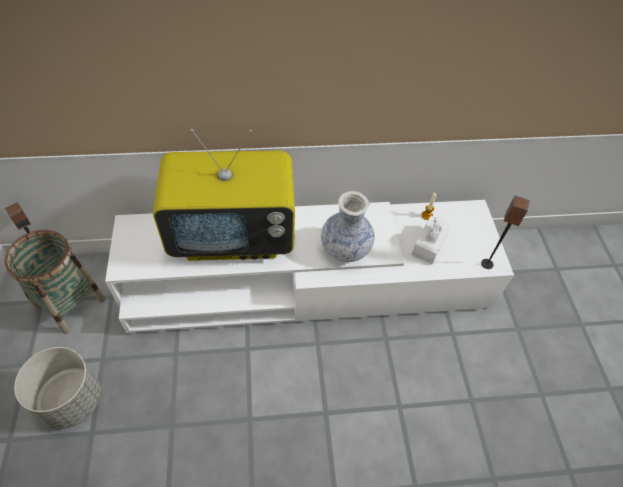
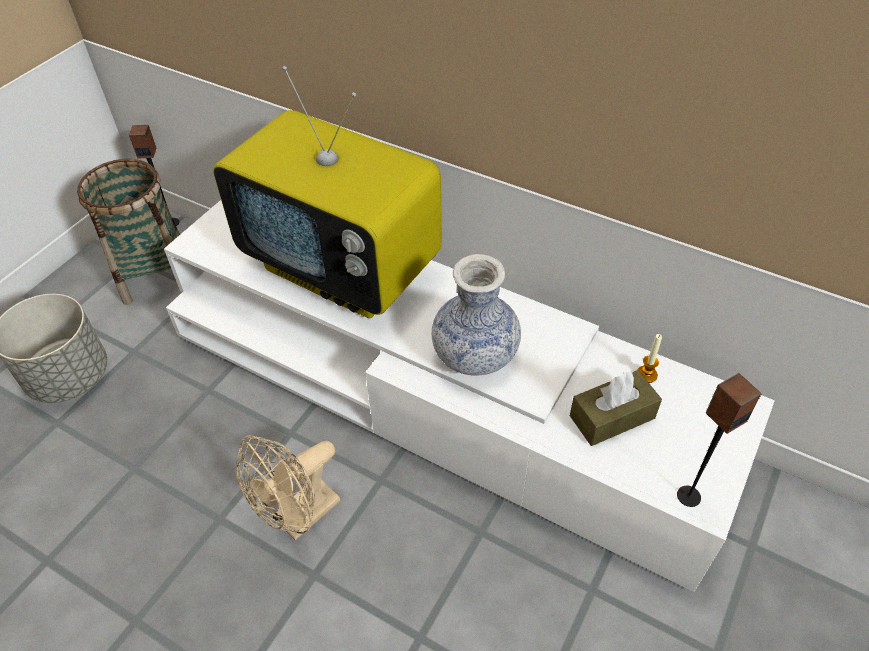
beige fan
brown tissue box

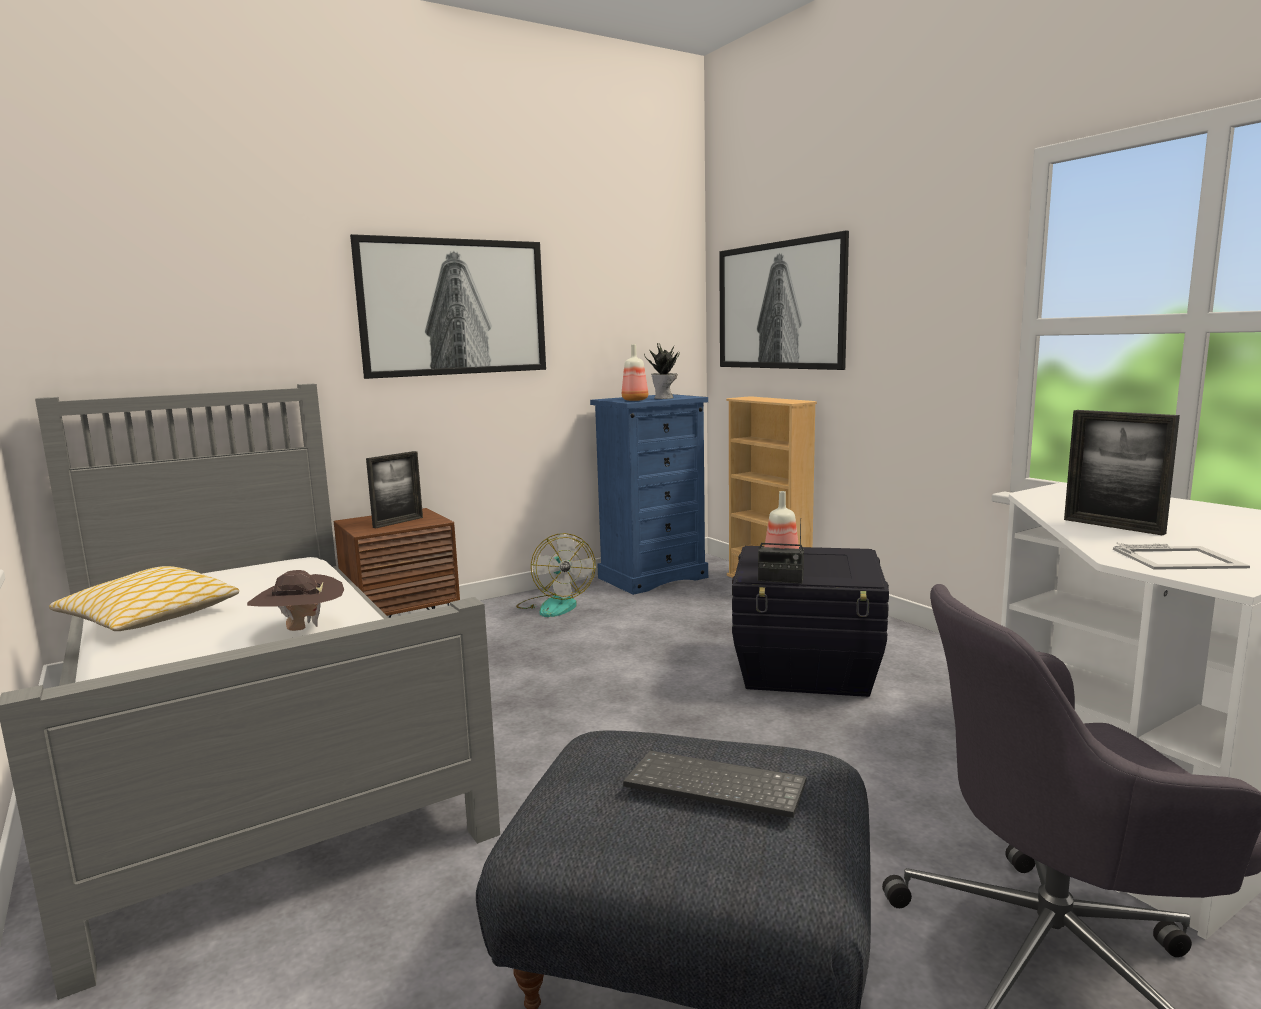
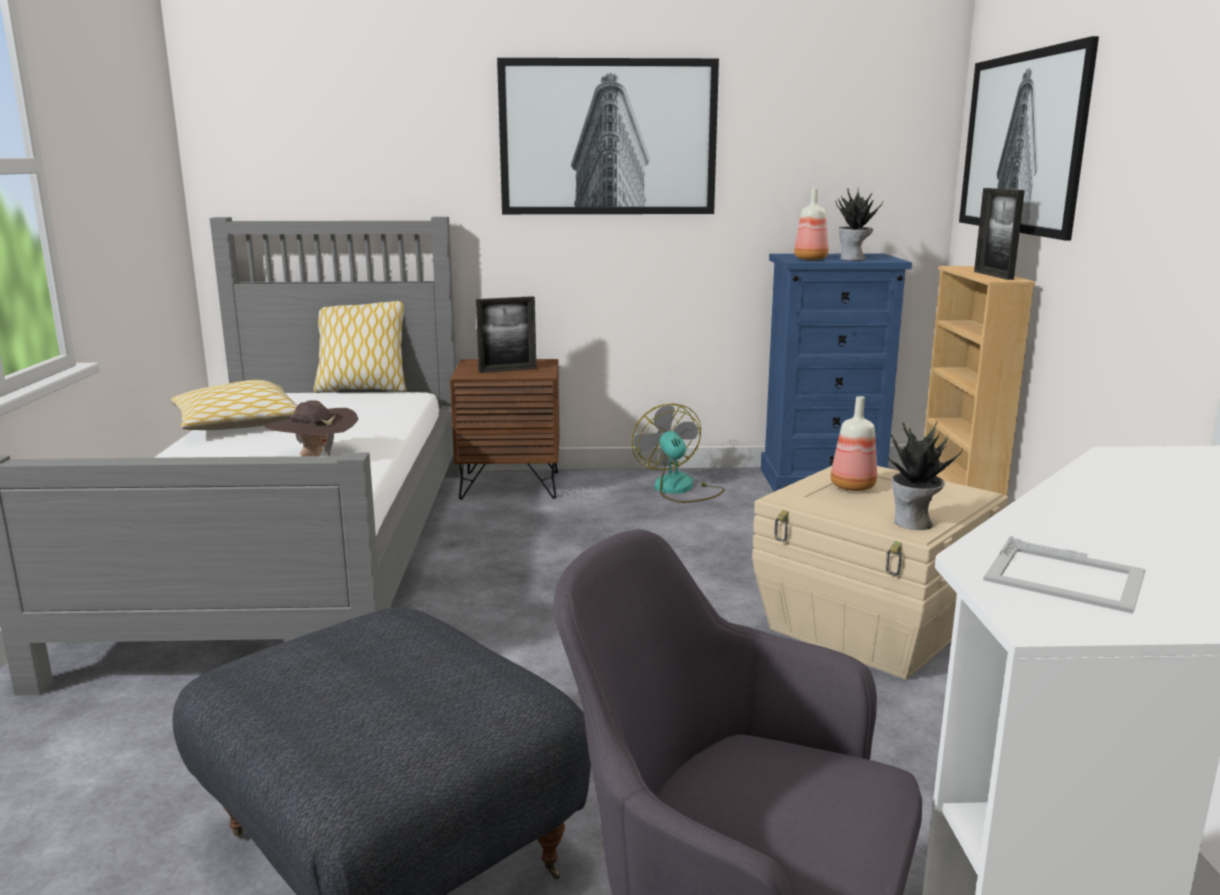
keyboard
radio
pillow (no. 2 from left)
potted plant (no. 2 from left)
picture frame (no. 2 from left)
beige storage box
fan

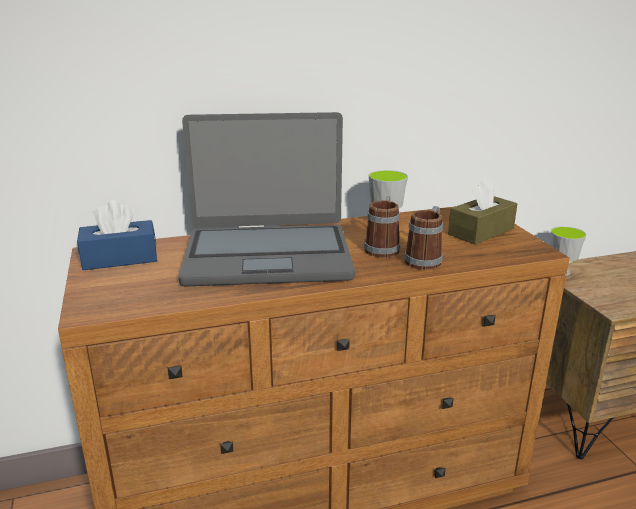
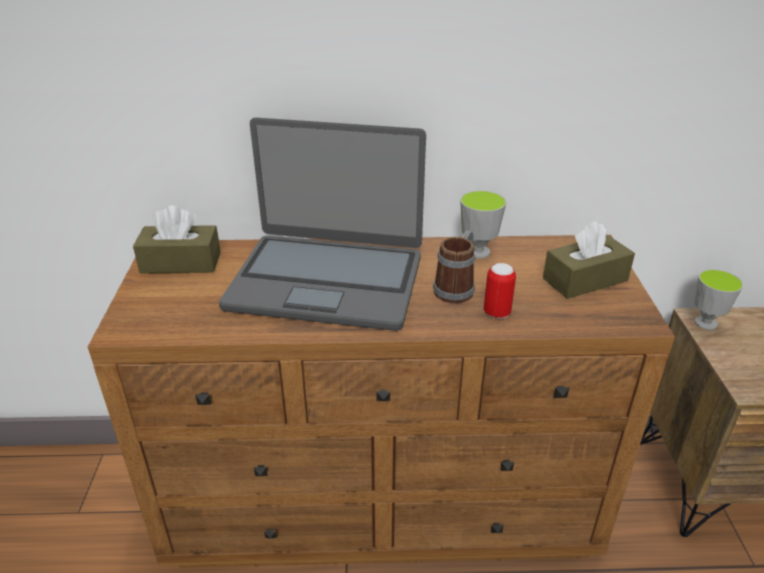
can
brown tissue box (no. 1 from left)

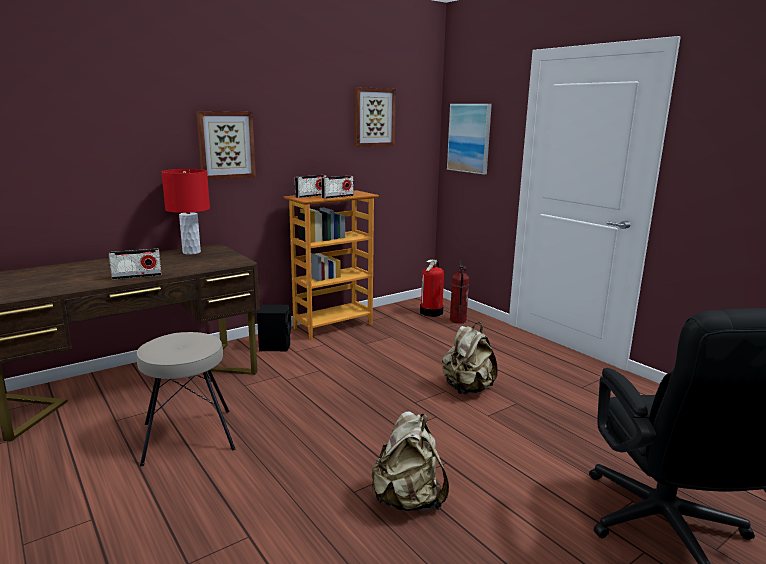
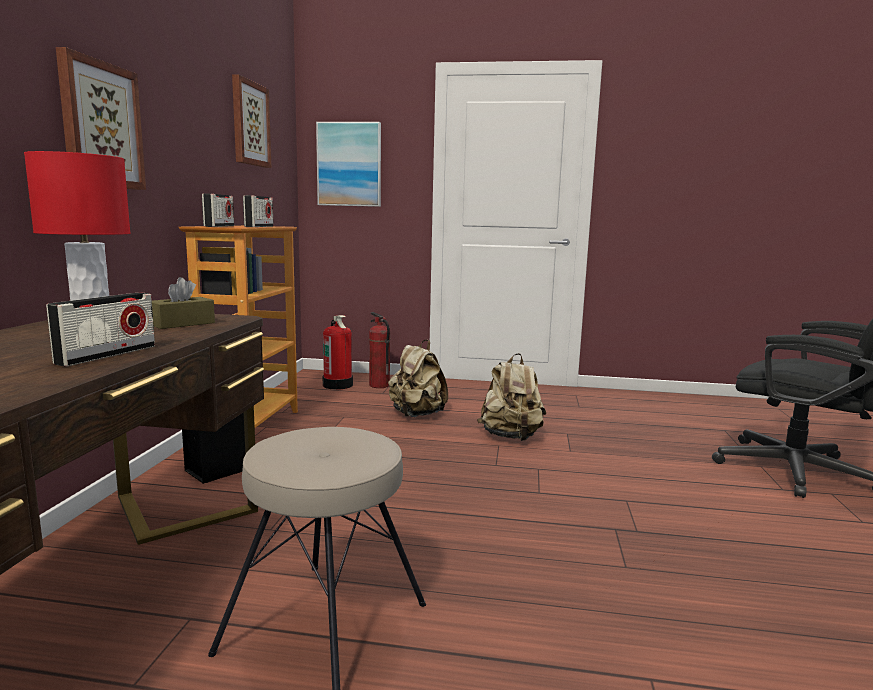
brown tissue box
beige backpack (no. 1 from left)

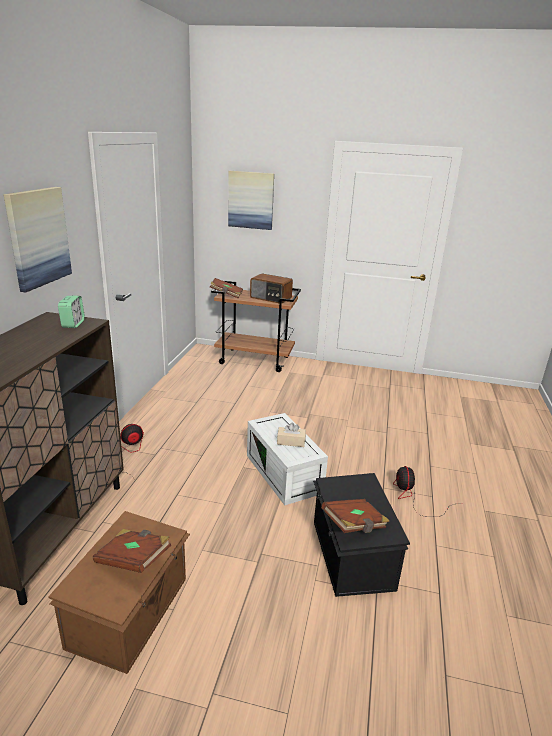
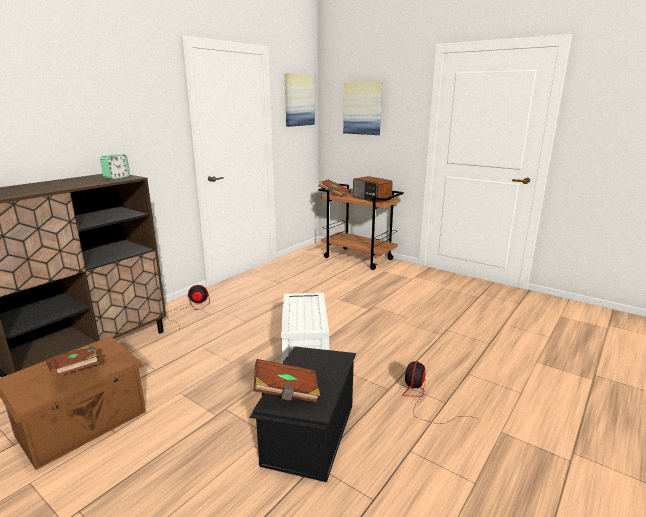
beige tissue box
picture (no. 1 from left)

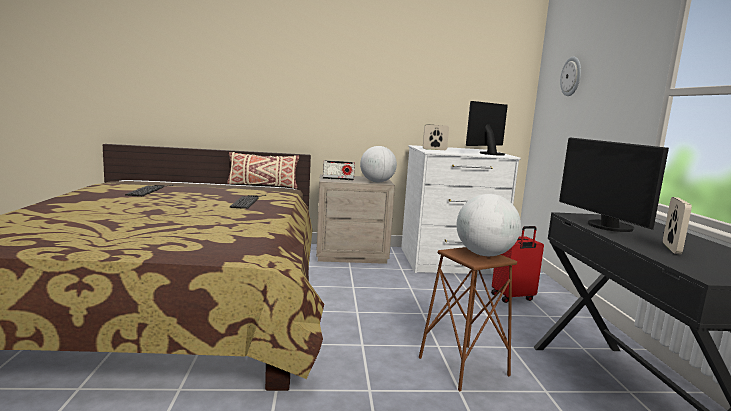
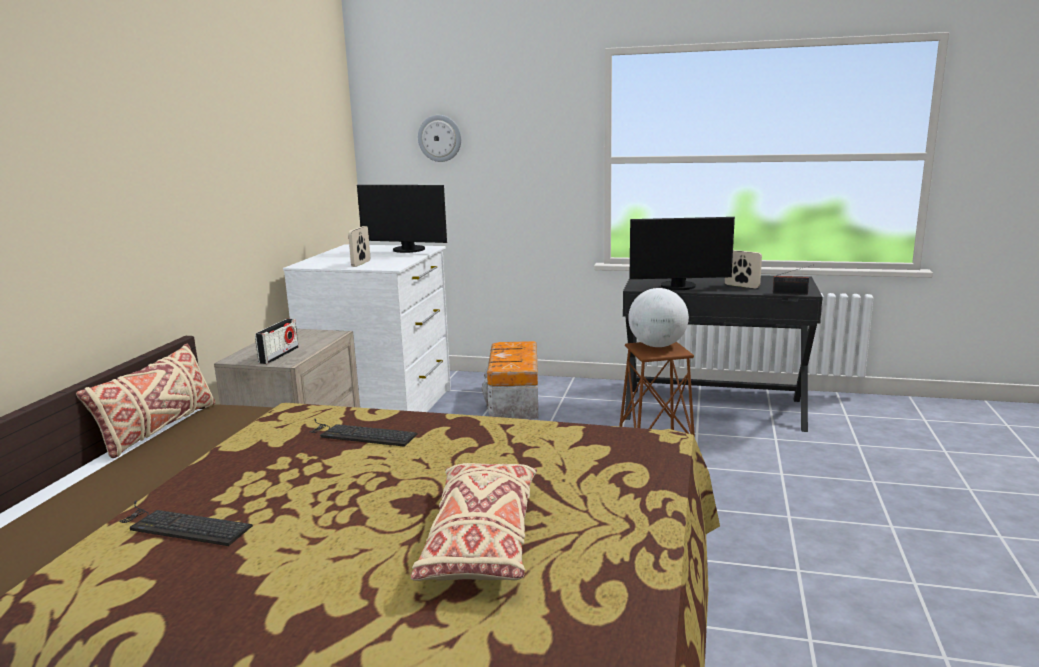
globe (no. 1 from left in the first image)
beige pillow (no. 2 from left)
radio (no. 2 from left)
storage box
monitor (no. 1 from left)

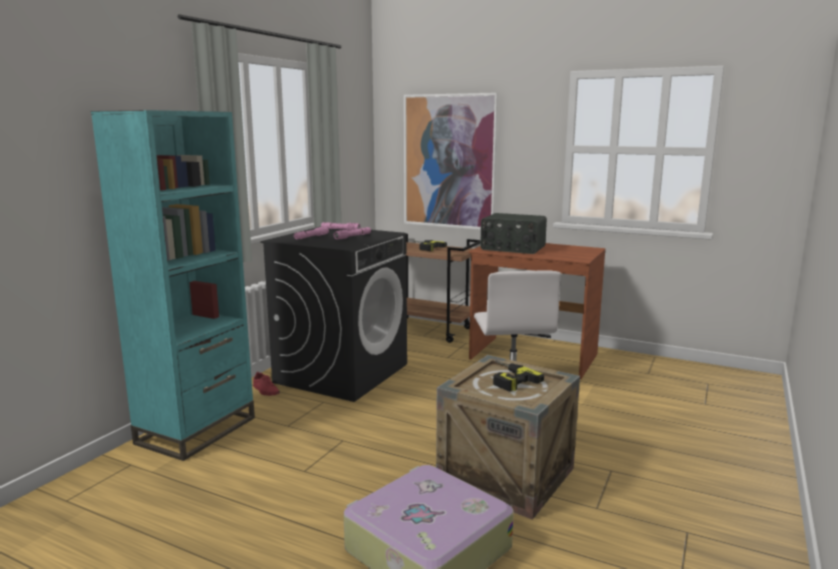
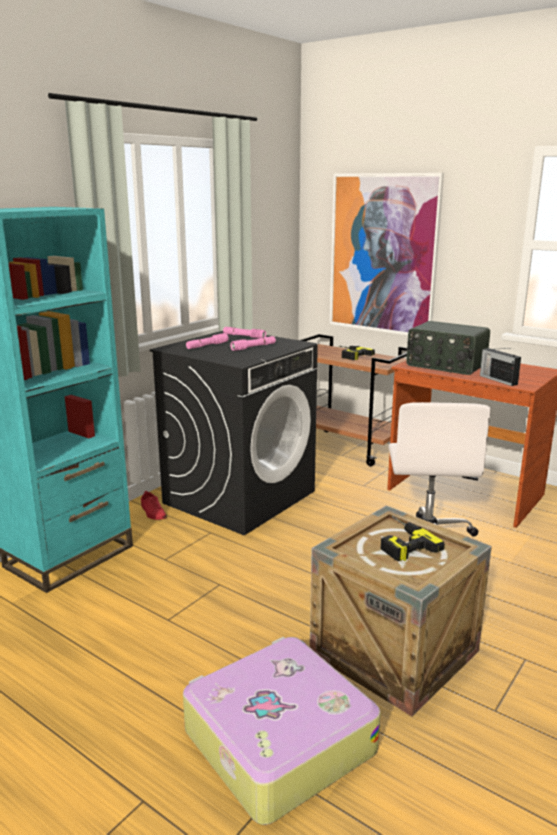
radio (no. 2 from left)

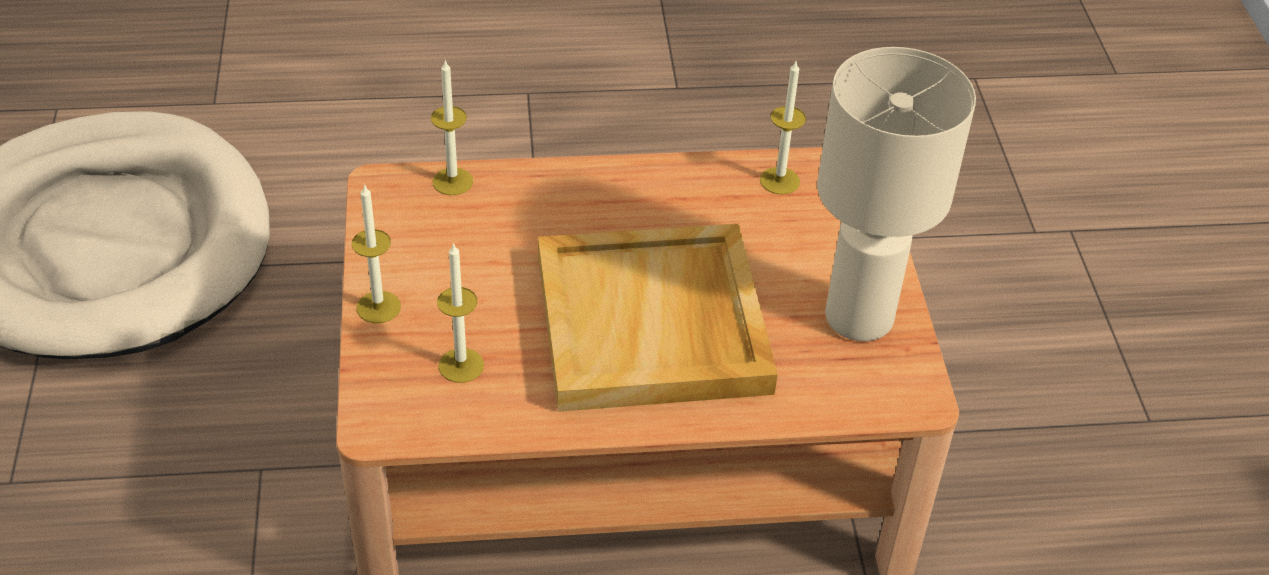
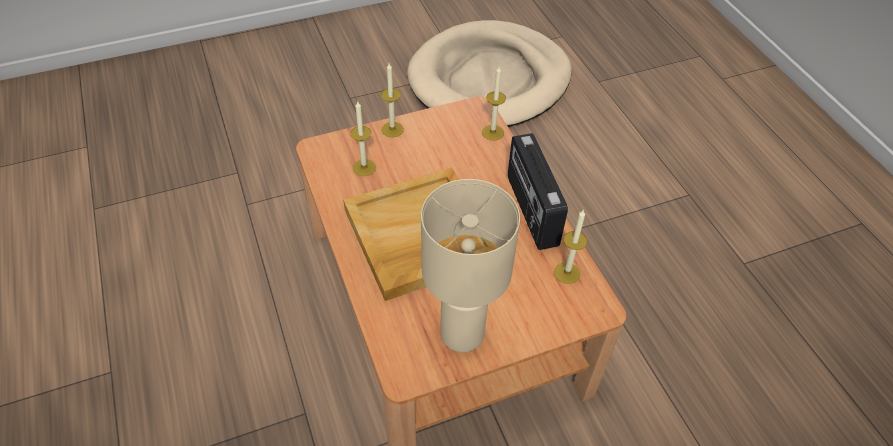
radio

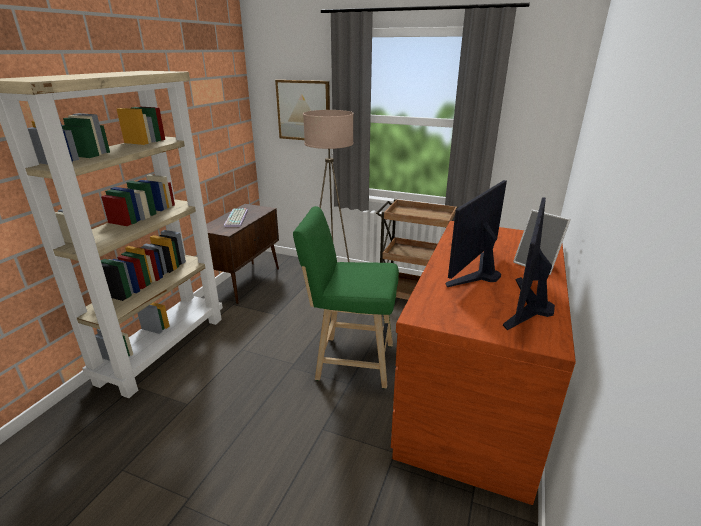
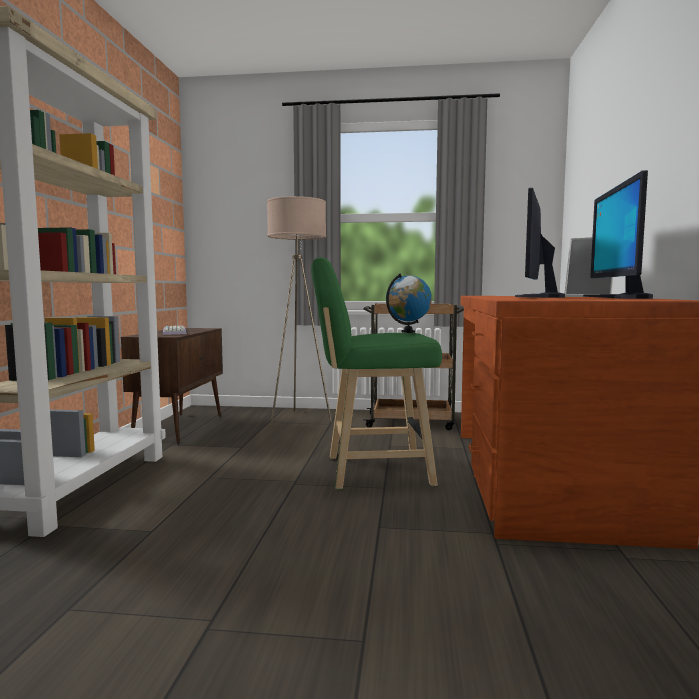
picture
globe

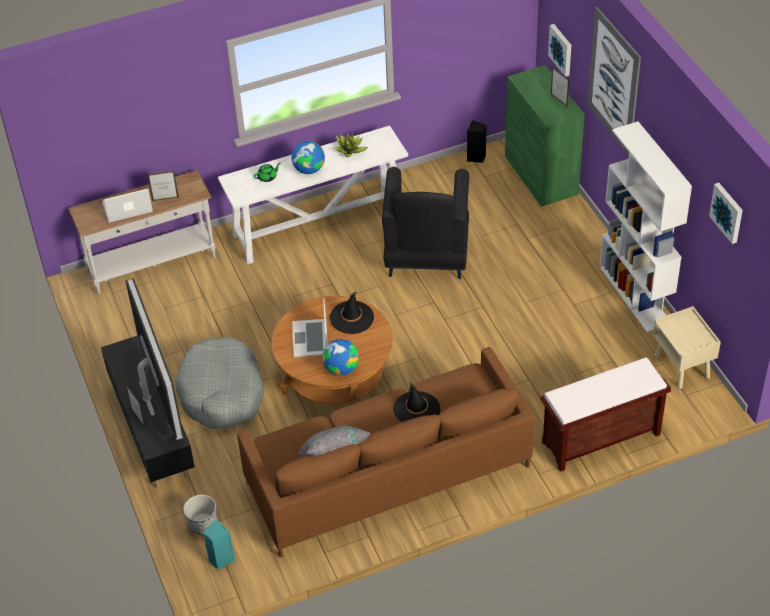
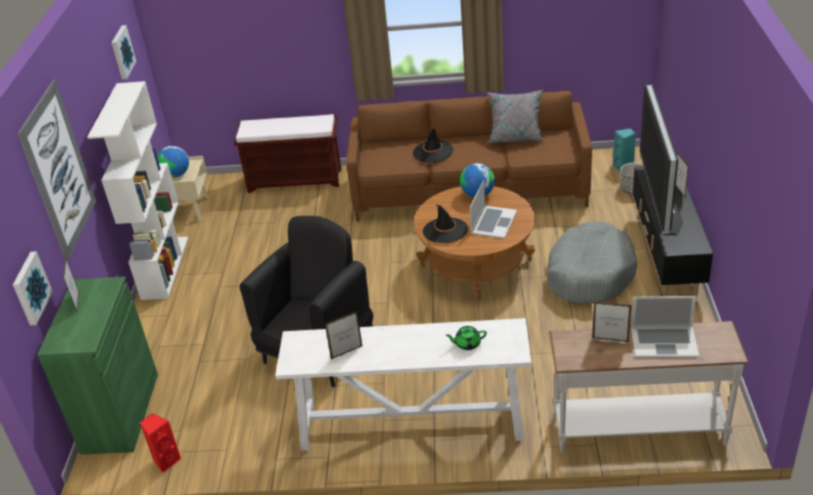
globe (no. 1 from left)
picture frame (no. 2 from left)
red speaker

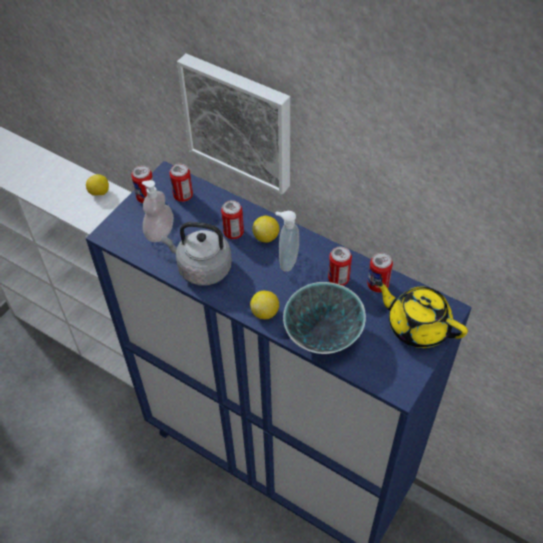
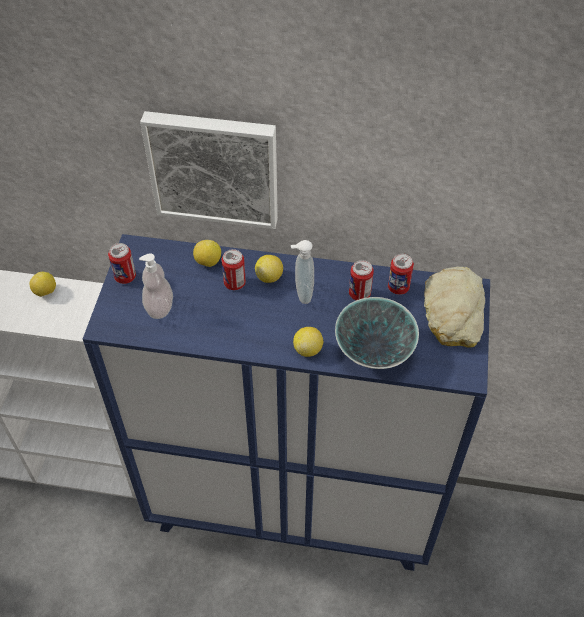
grey kettle
can (no. 2 from left in the first image)
lemon (no. 2 from left)
bread

